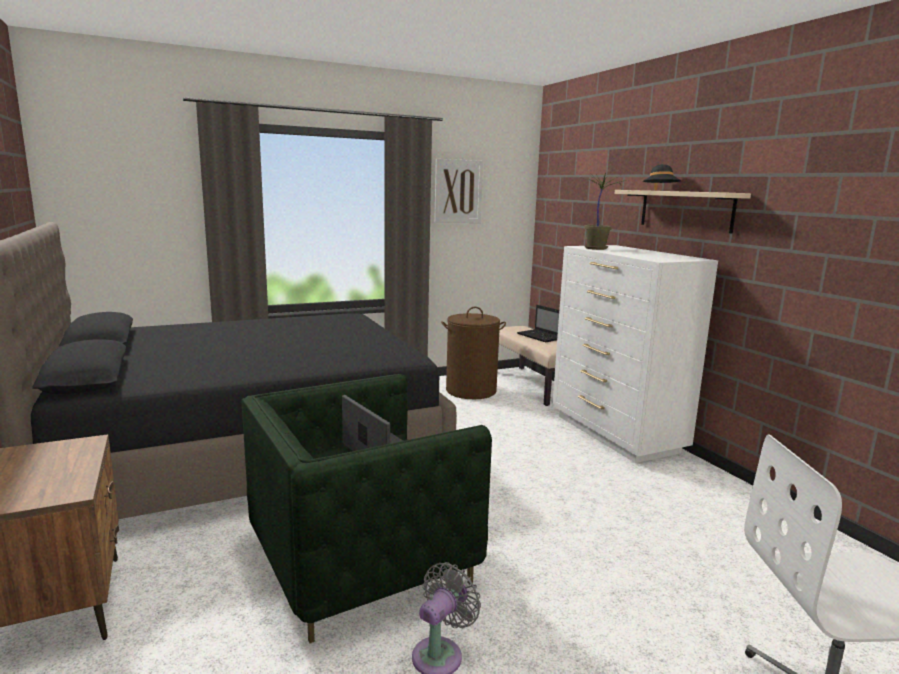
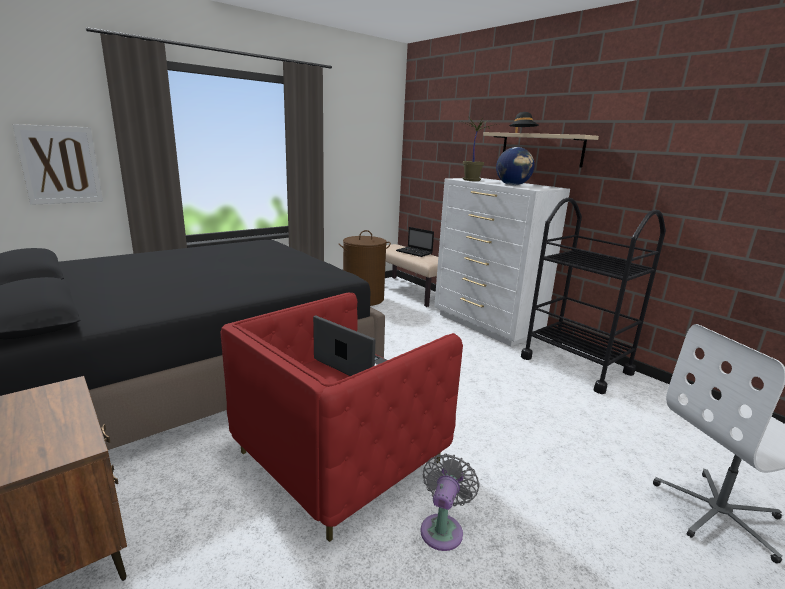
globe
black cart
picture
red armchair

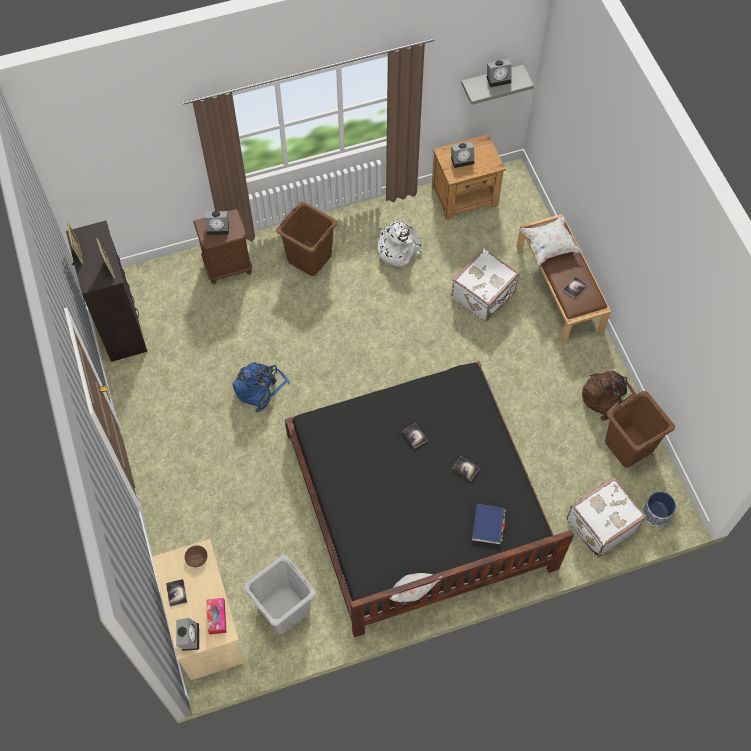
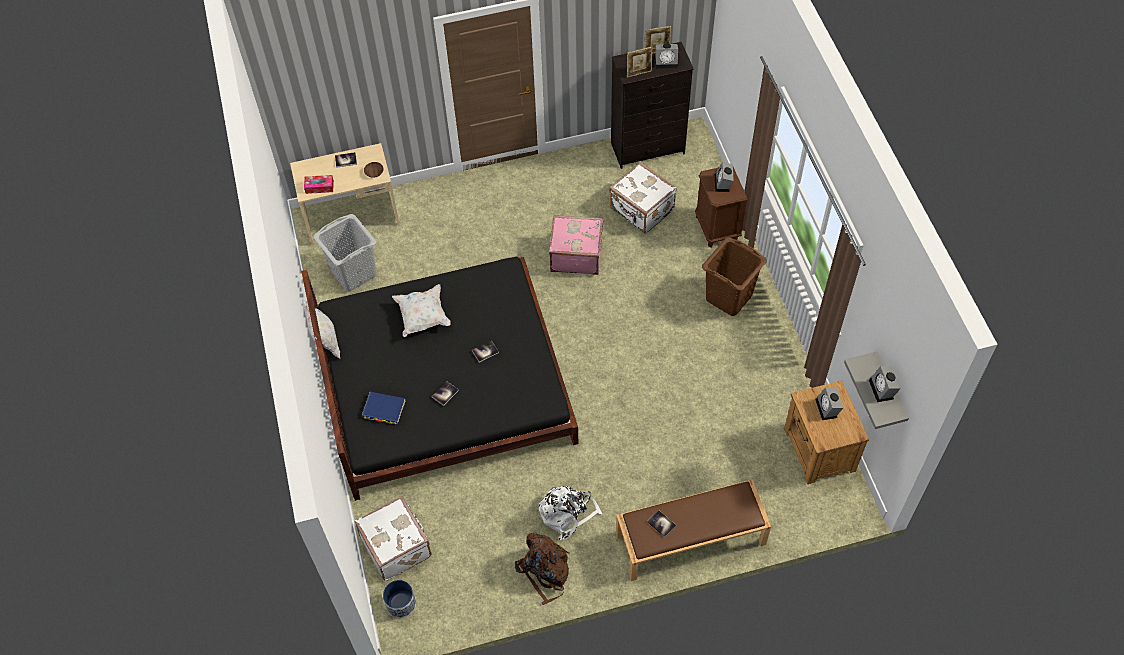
brown laundry basket (no. 2 from left in the first image)
alarm clock (no. 1 from left)
white backpack
white suitcase (no. 2 from left)
white pillow (no. 2 from left)
pink suitcase

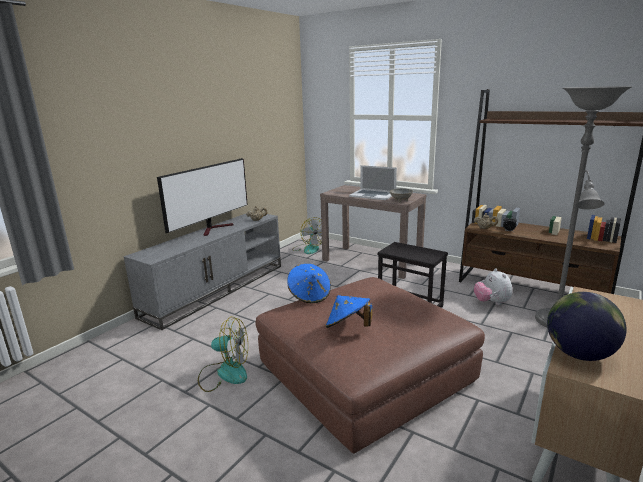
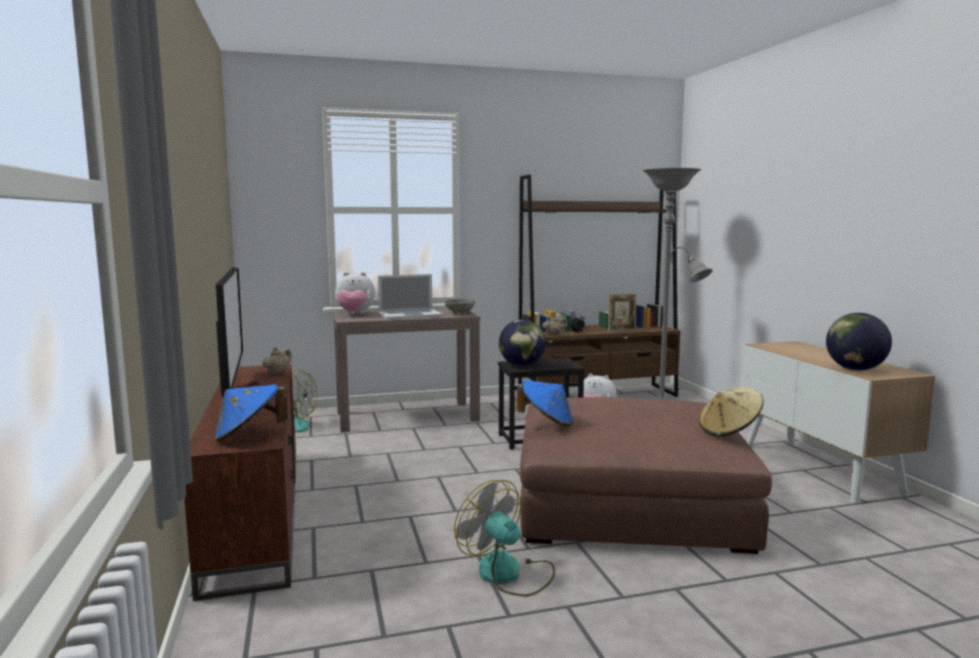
plush toy (no. 1 from left)
globe (no. 1 from left)
picture frame
beige hat
blue hat (no. 1 from left)
brown tv stand
fan (no. 2 from left)

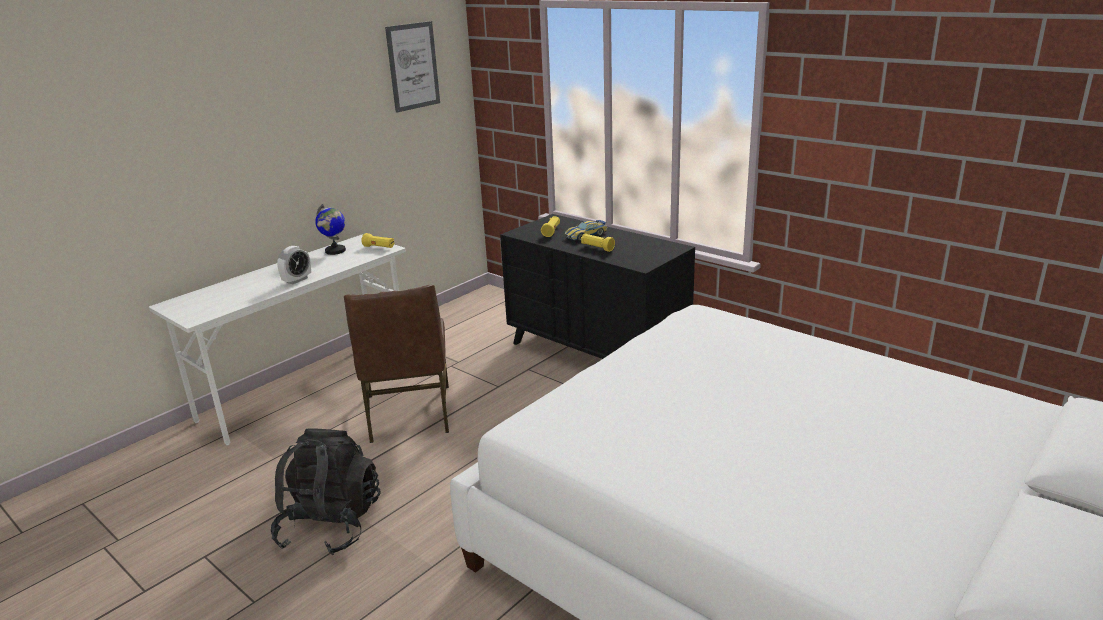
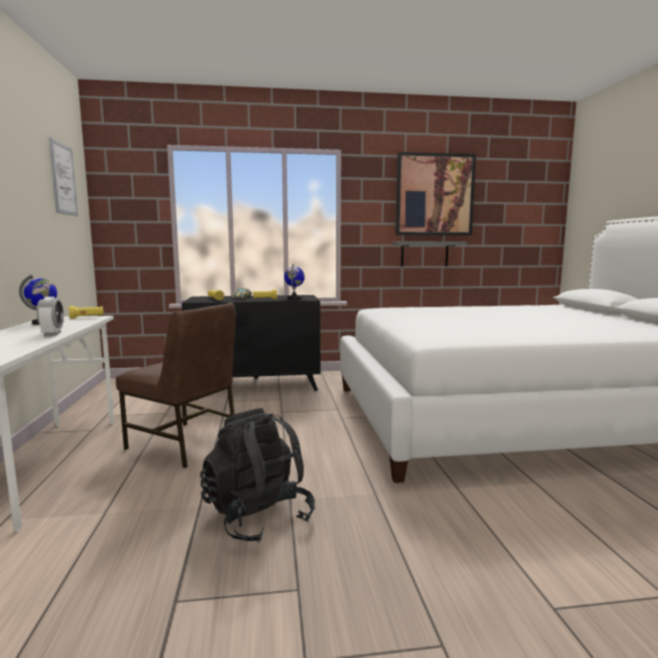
globe (no. 2 from left)
grey shelf
picture (no. 2 from left)

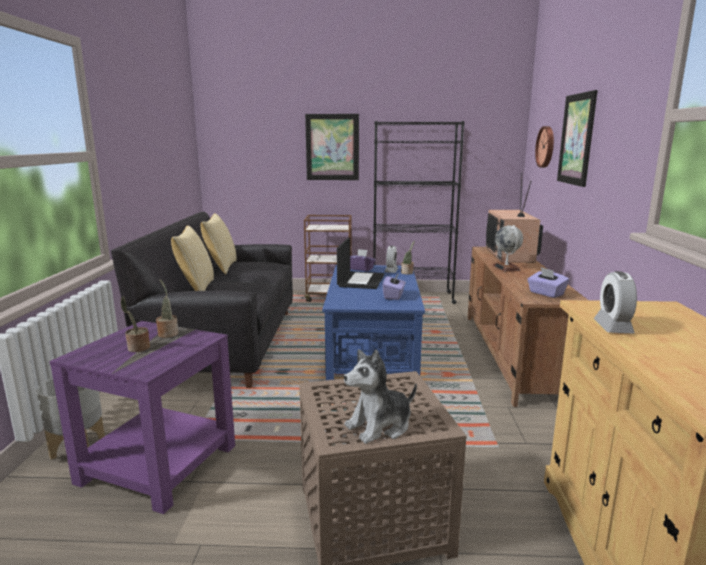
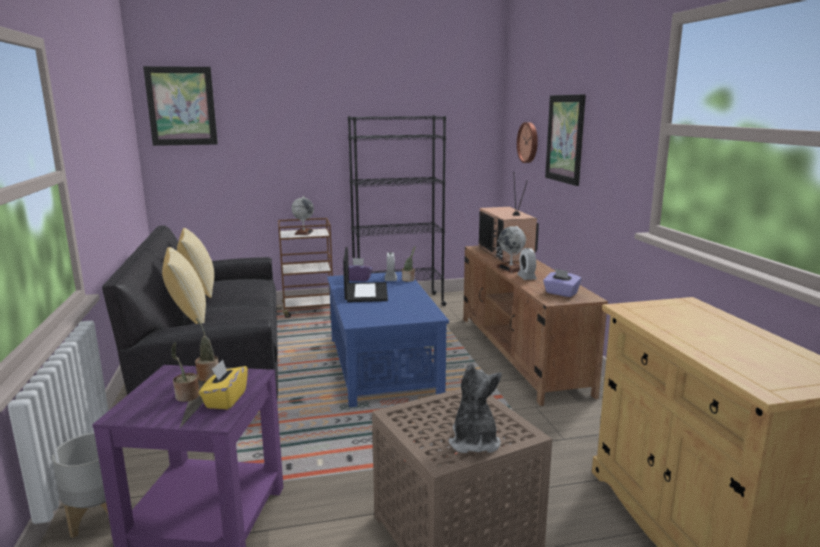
purple tissue box (no. 2 from left in the first image)
yellow tissue box
globe (no. 1 from left)
picture (no. 1 from left)
alarm clock (no. 2 from left)
plush toy

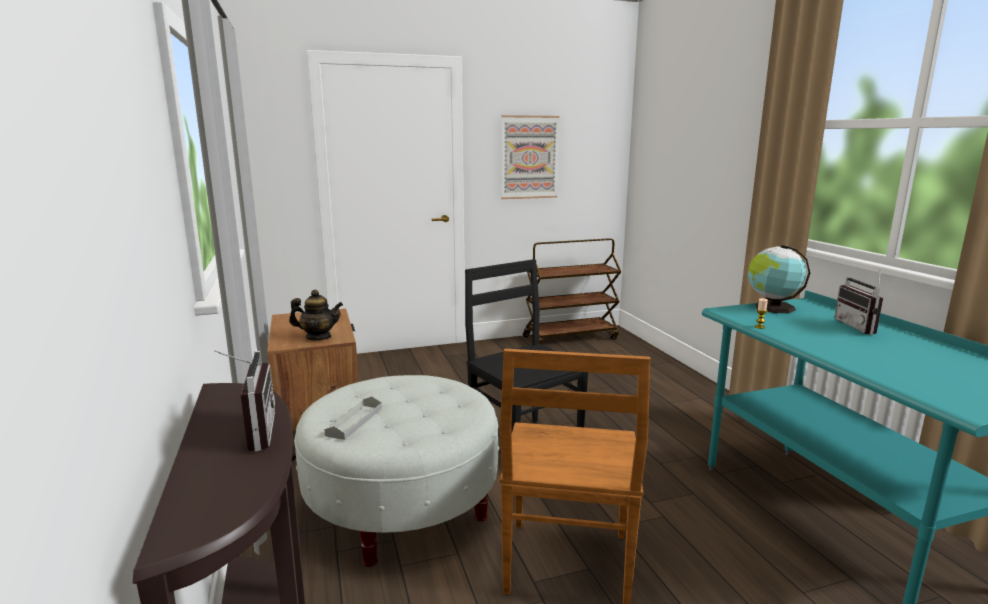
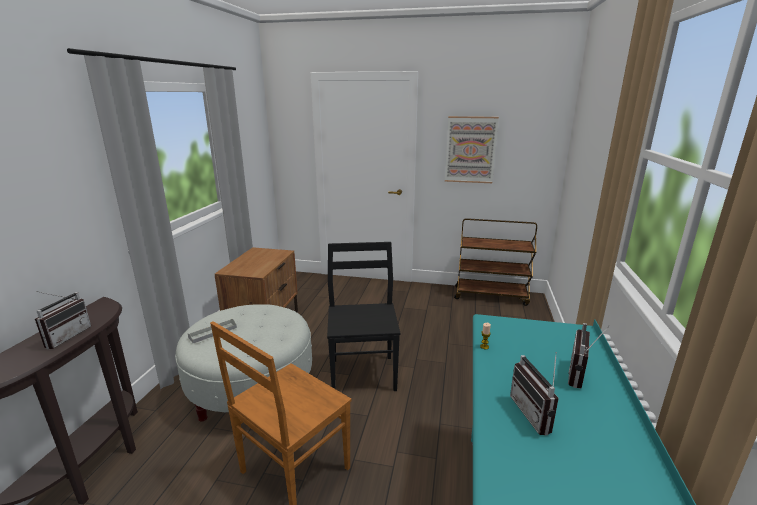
teapot
globe
radio (no. 2 from left)

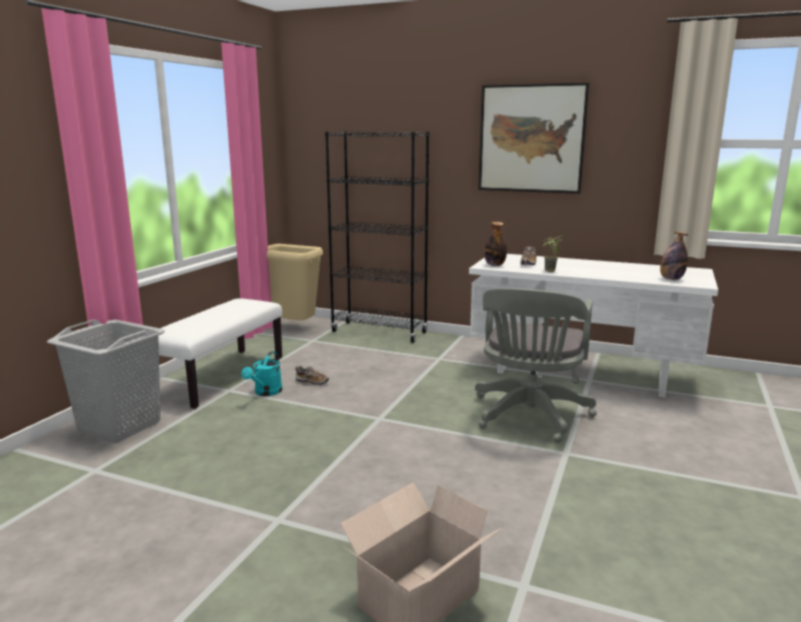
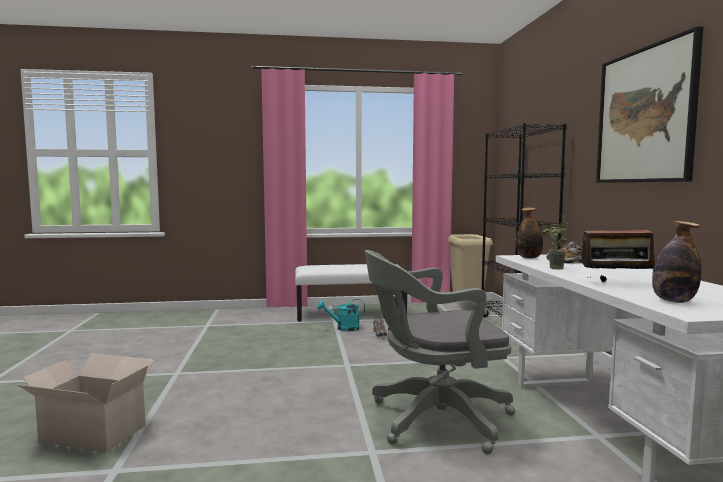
grey laundry basket
radio

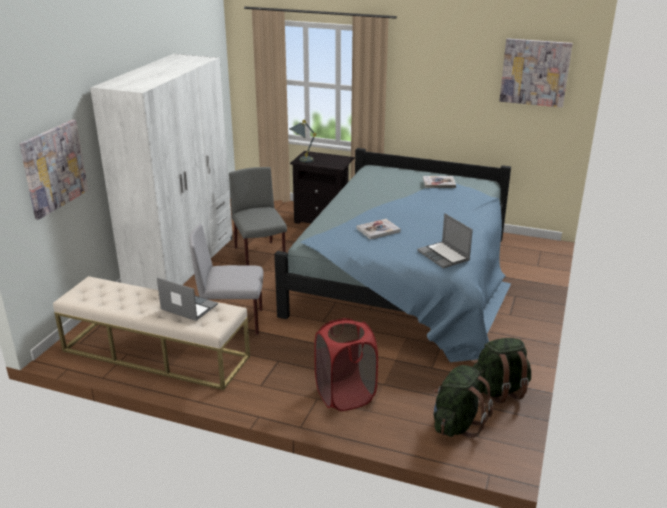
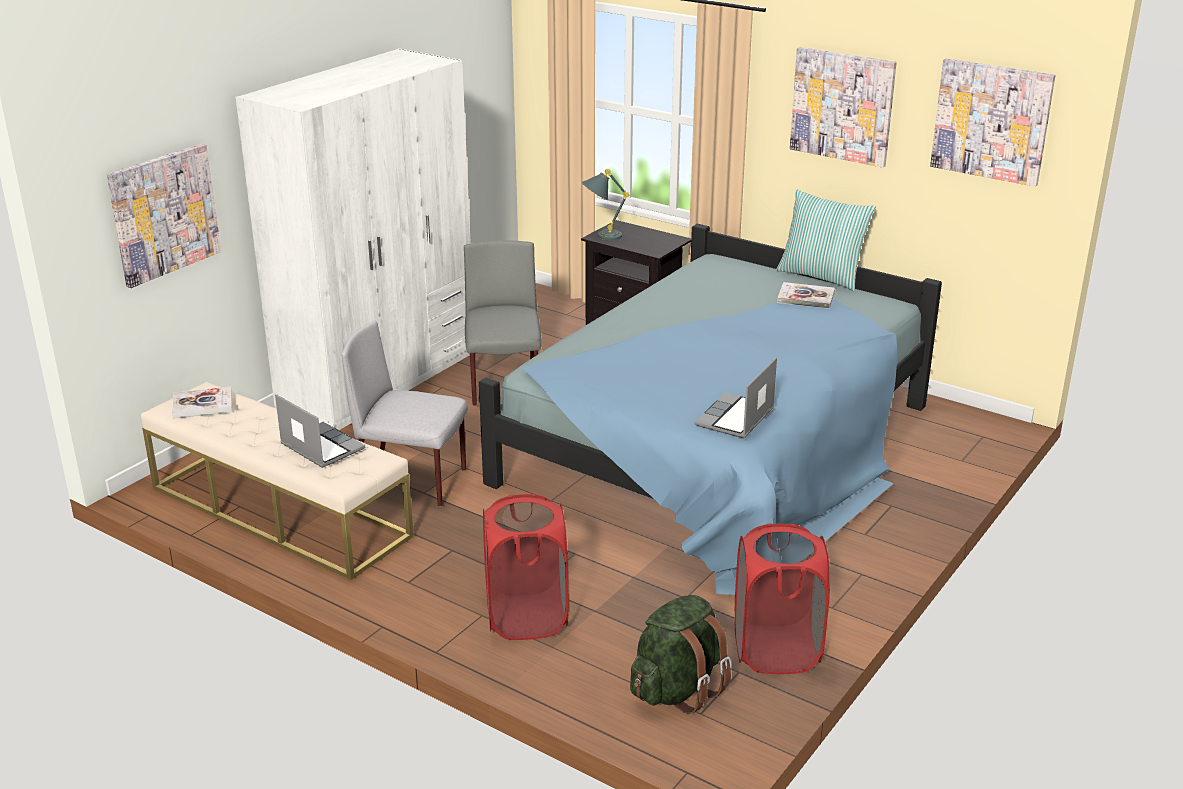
pillow
picture (no. 2 from left)
book (no. 1 from left)
red laundry basket (no. 2 from left)
laptop (no. 2 from left)

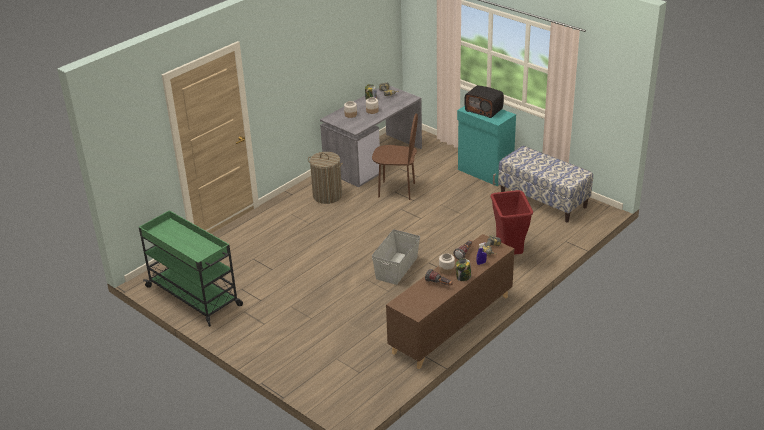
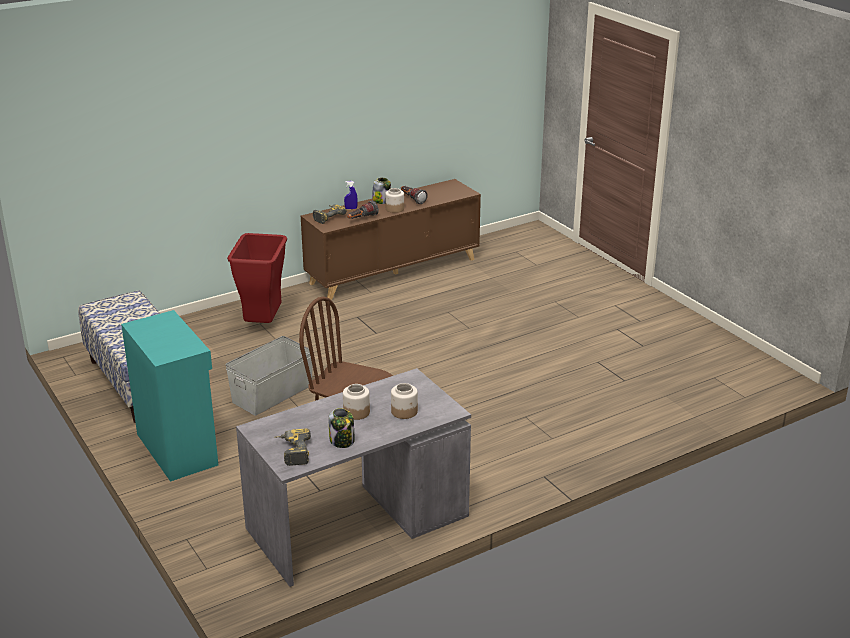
green cart
laundry basket
radio
grey storage box

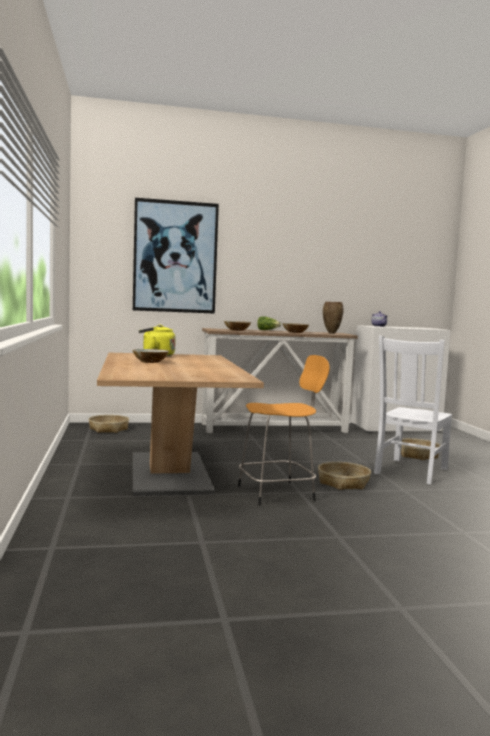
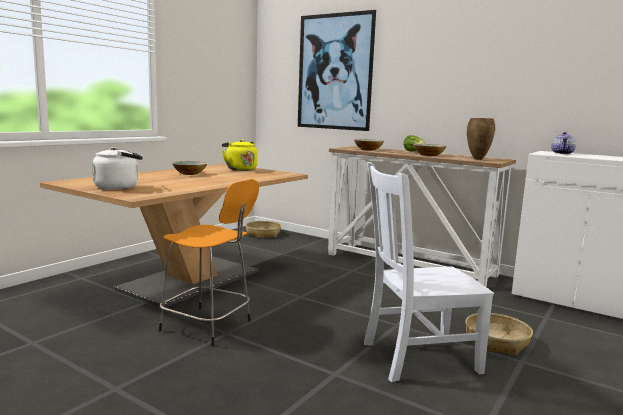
basket (no. 2 from left in the first image)
white kettle

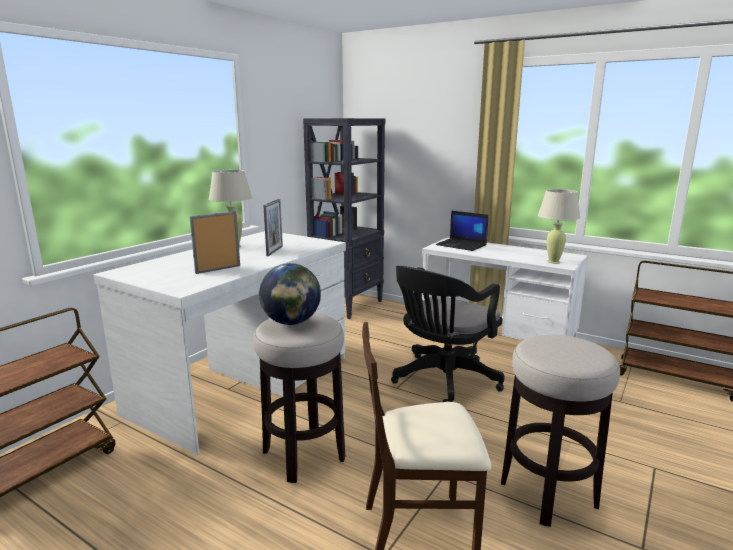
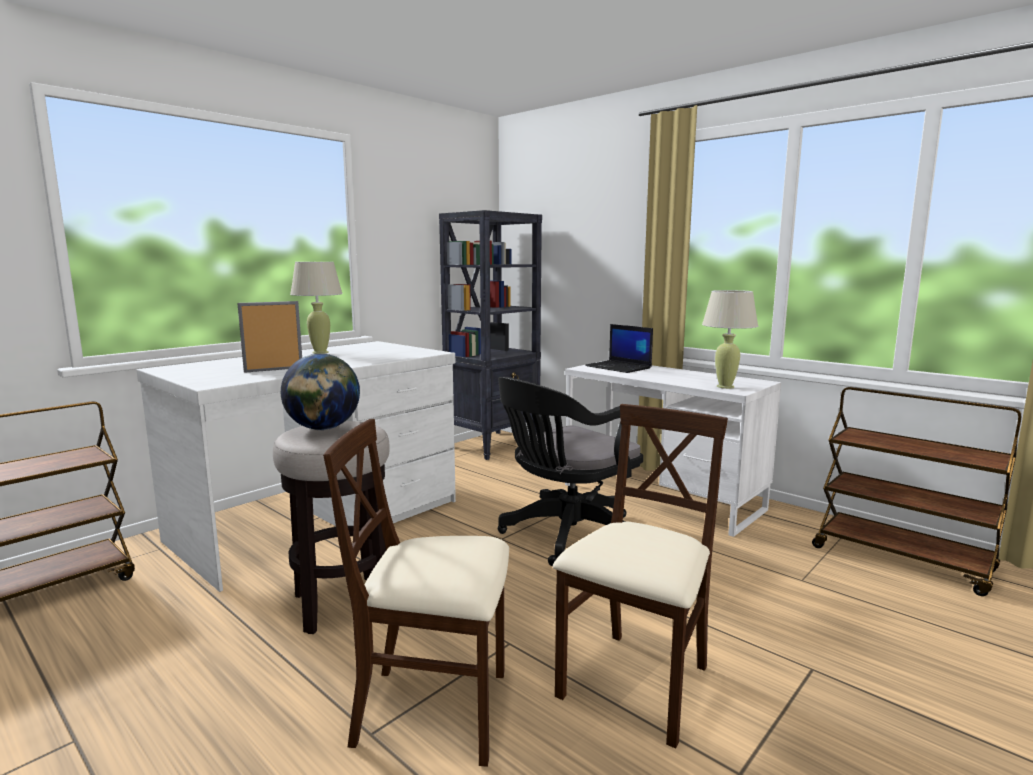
picture frame (no. 2 from left in the first image)
beige chair (no. 2 from left)

